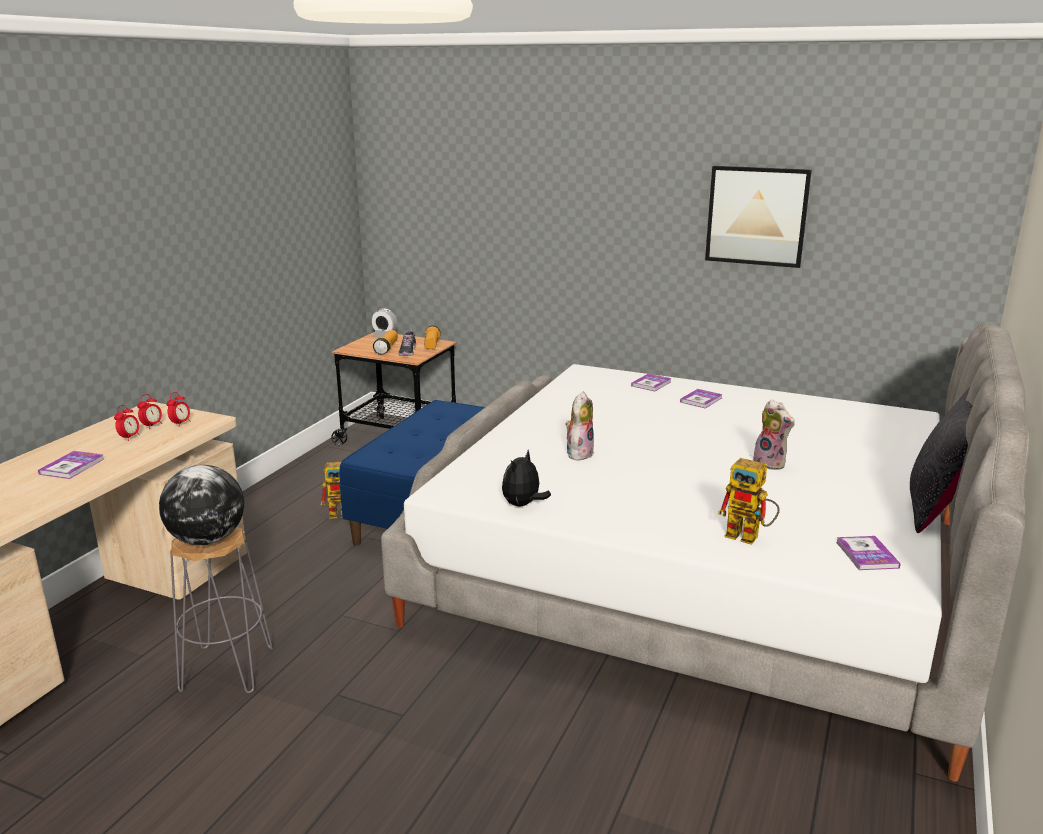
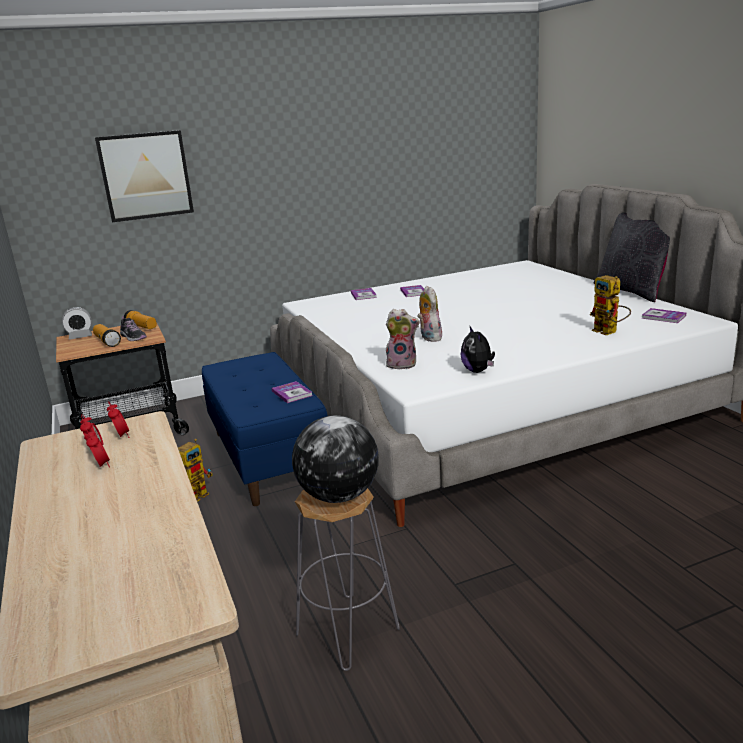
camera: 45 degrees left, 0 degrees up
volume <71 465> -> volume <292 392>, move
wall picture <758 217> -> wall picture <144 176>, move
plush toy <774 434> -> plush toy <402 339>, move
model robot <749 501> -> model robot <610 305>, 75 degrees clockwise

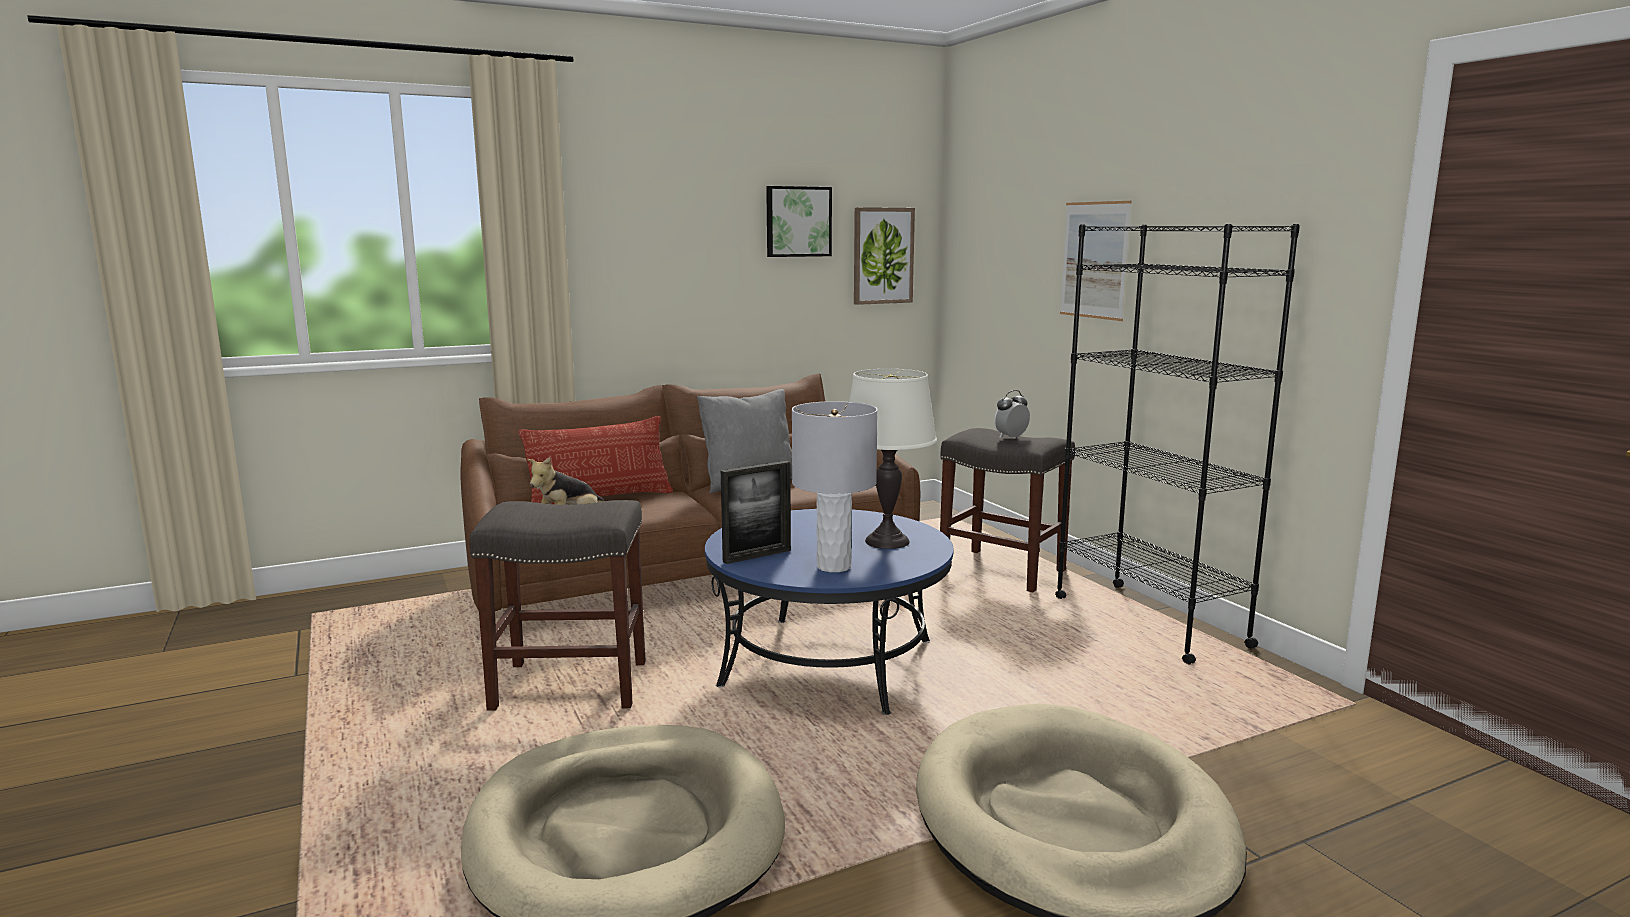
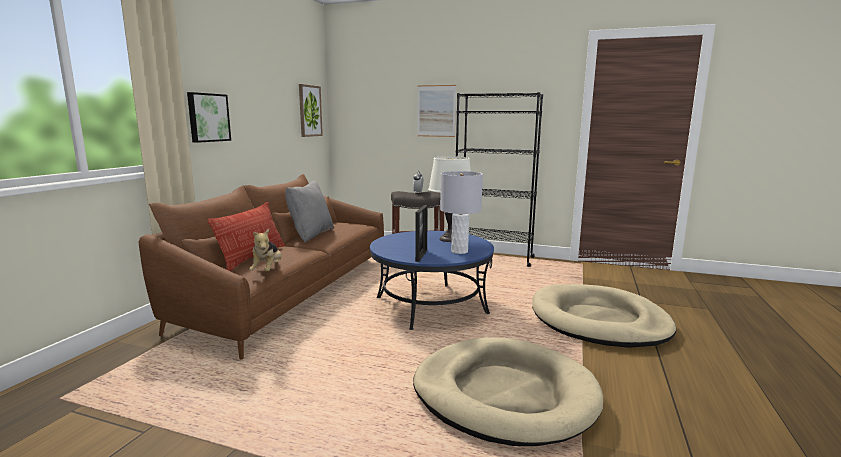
camera: 45 degrees left, 0 degrees up
stool/gray <557 605> -> none
wall picture <799 221> -> wall picture <209 117>, move

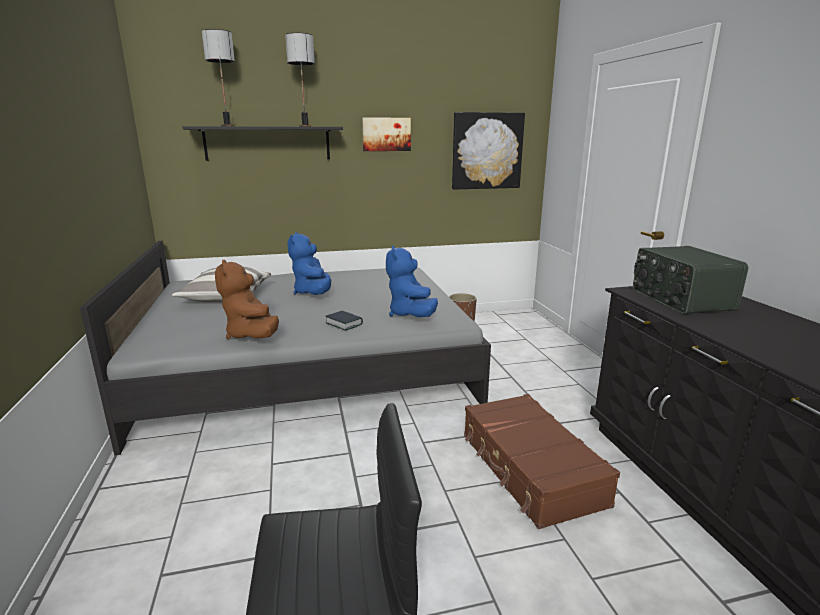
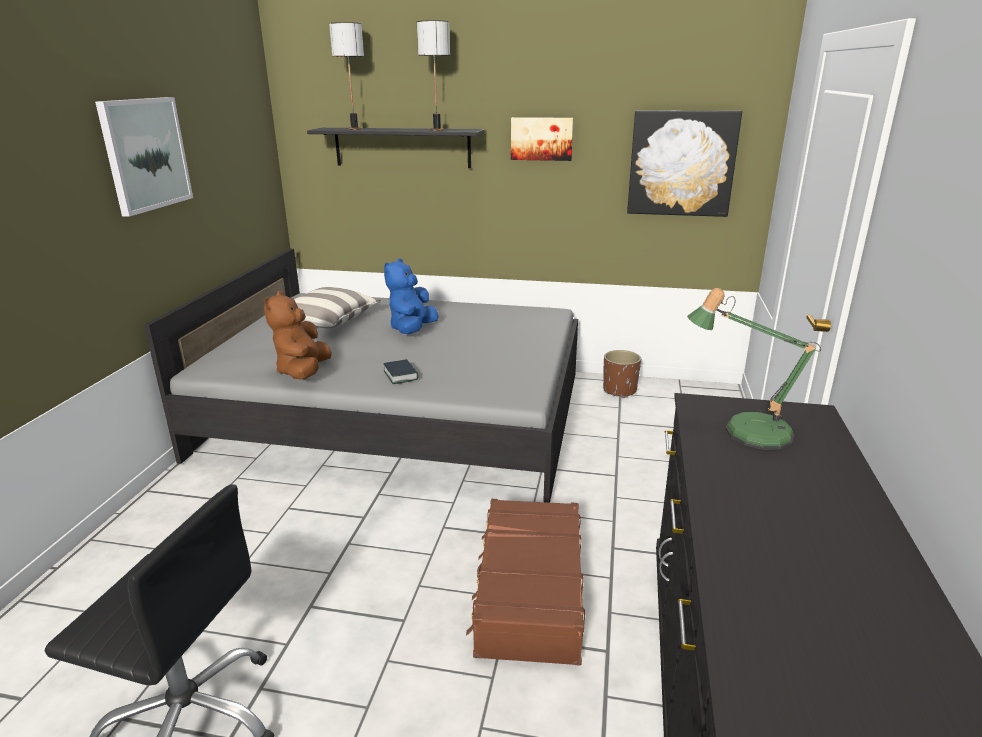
camera: 25 degrees right, 5 degrees up
plush toy/blue-coloured <412 281> -> none
none -> wall picture <144 157>
radio <690 280> -> table lamp <754 369>

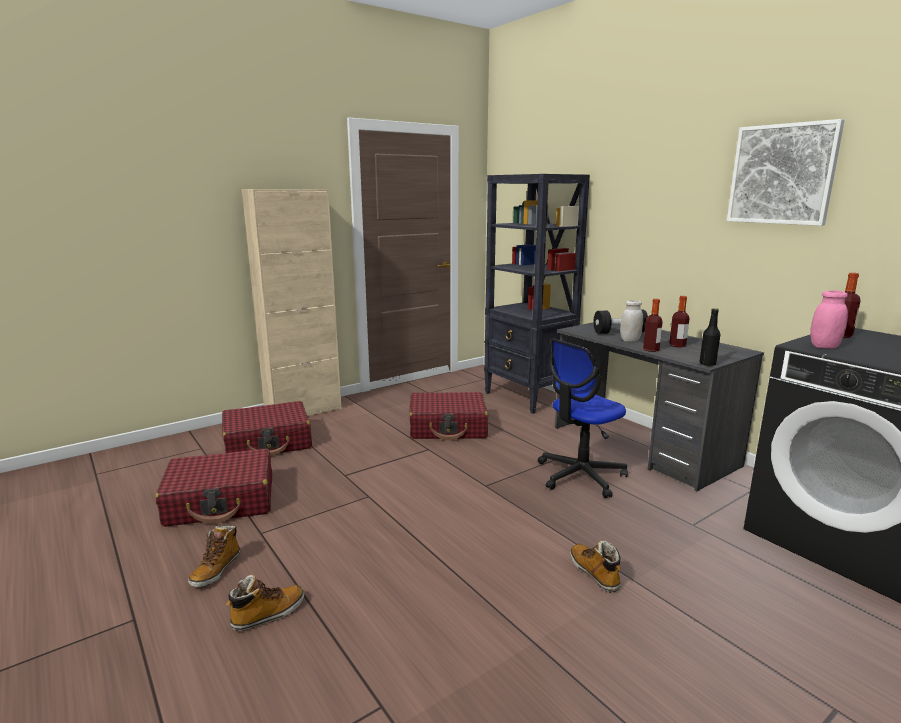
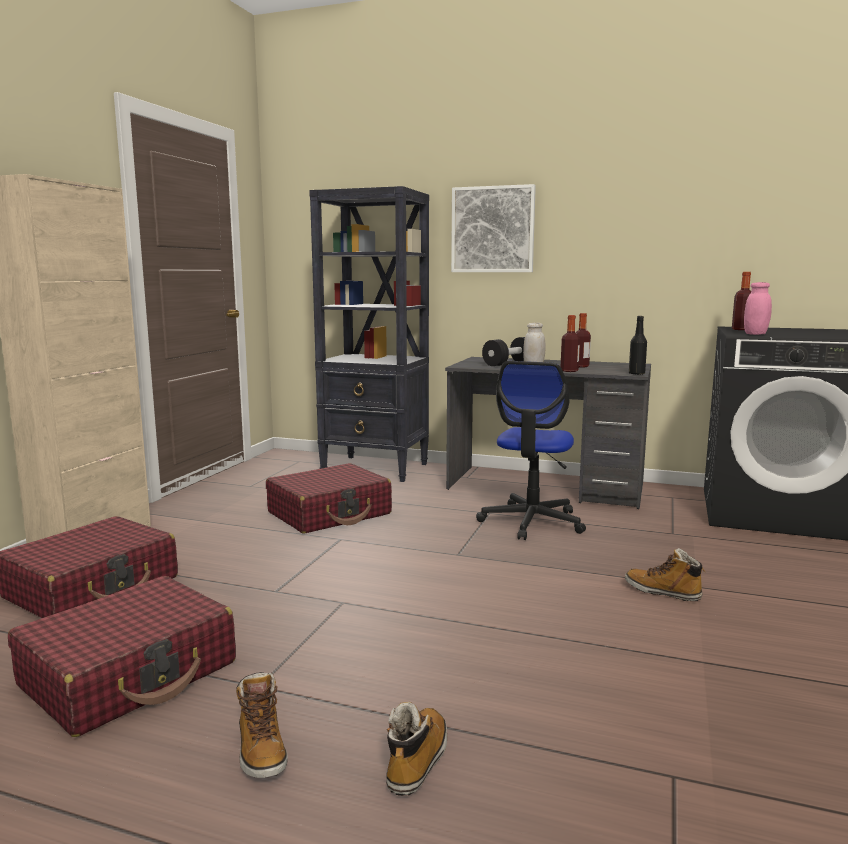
camera: 35 degrees left, 5 degrees down
wall picture <786 172> -> wall picture <493 228>, move

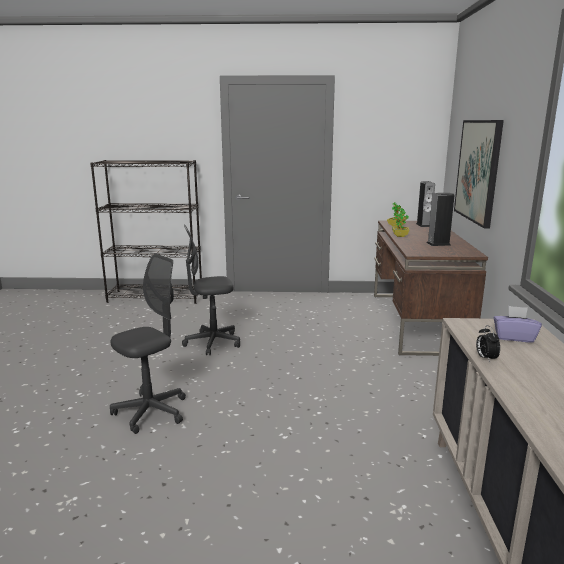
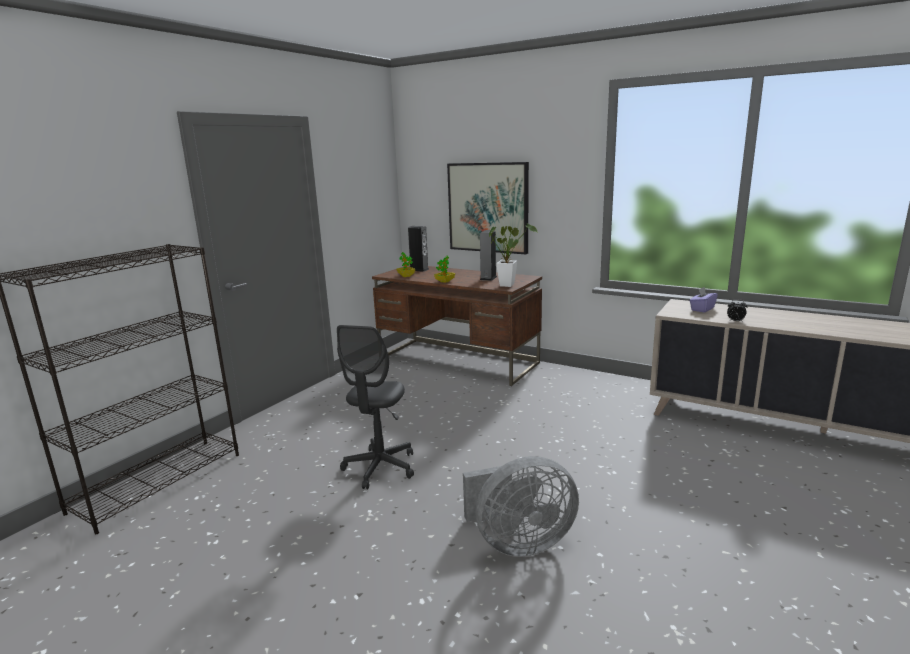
camera: 60 degrees left, 0 degrees up
none -> plant in a pot <513 255>
office chair/gray <148 344> -> electric fan/gray <521 506>

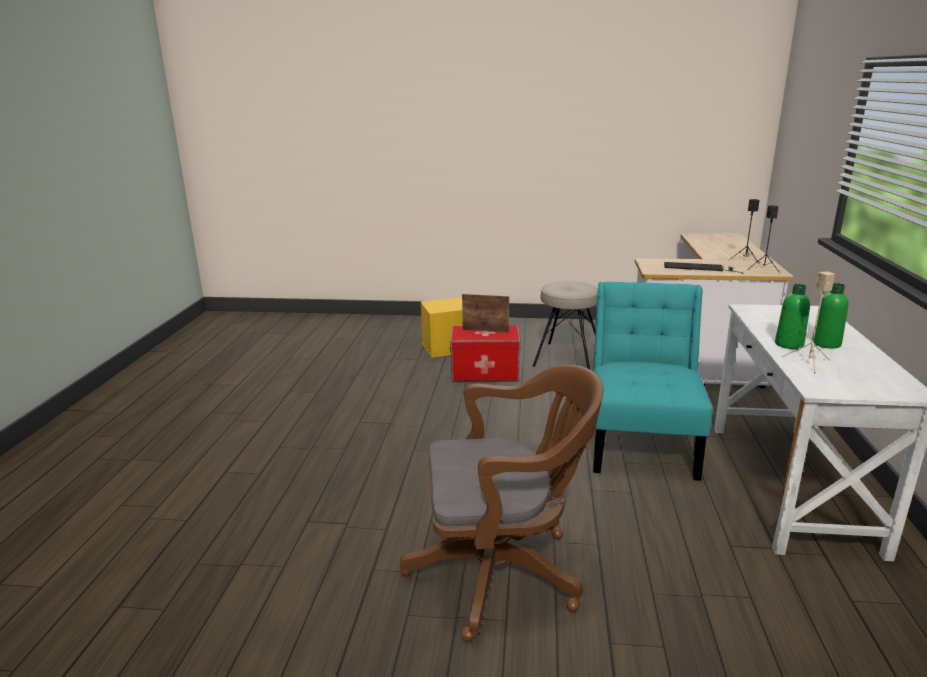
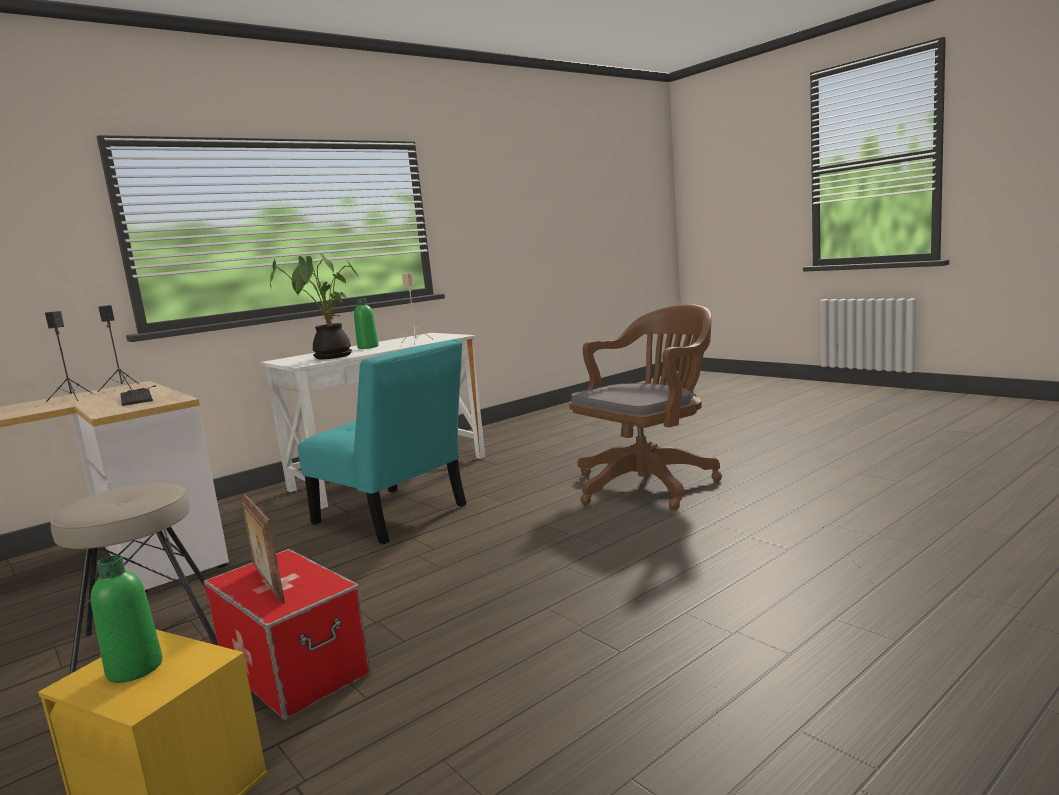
camera: 135 degrees left, 10 degrees down
none -> plant in a pot <314 306>
bottle/green <792 316> -> bottle/green <126 619>, move
office chair/brown-coloured <501 503> -> office chair/brown-coloured <645 407>, 105 degrees clockwise
plain chair/turquoise-coloured <653 381> -> plain chair/turquoise-coloured <382 441>, 105 degrees counterclockwise

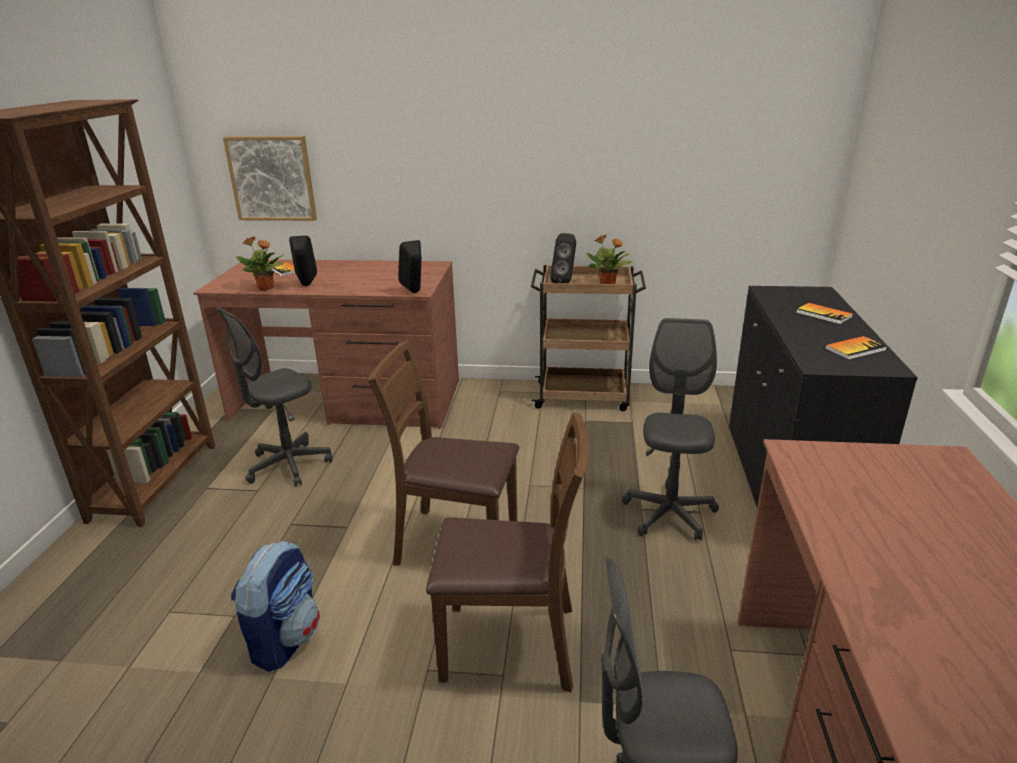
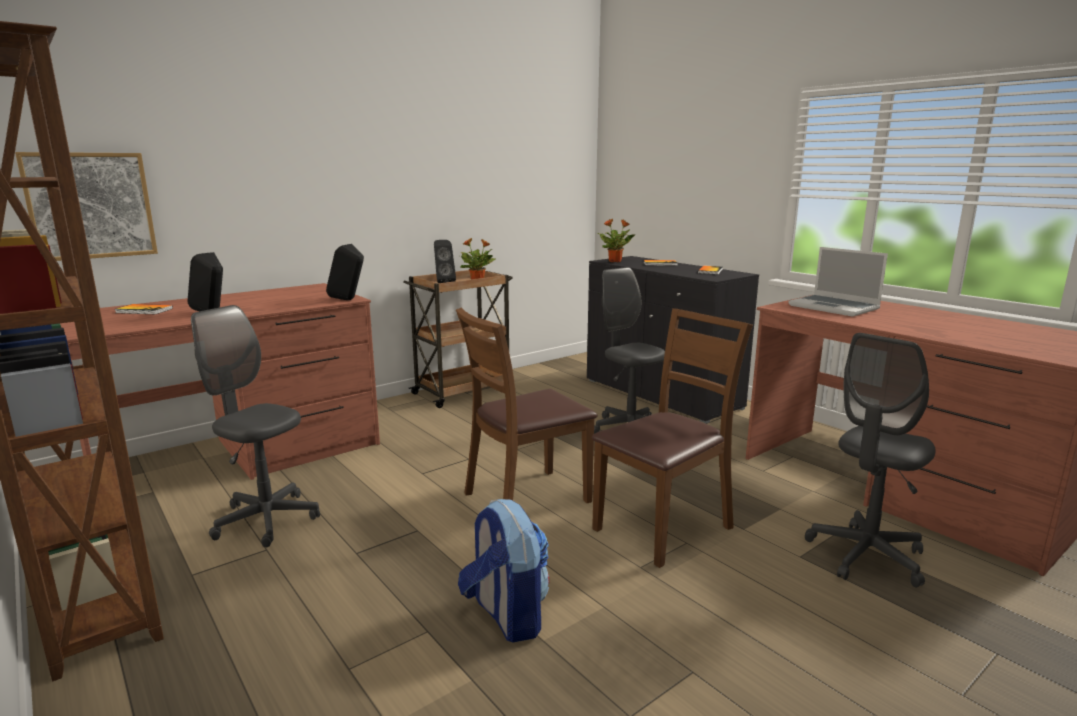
camera: 45 degrees left, 10 degrees down
none -> portable computer <838 282>
plant in a pot <260 263> -> plant in a pot <616 240>, move
office chair/gray <274 397> -> office chair/gray <255 426>, 120 degrees clockwise

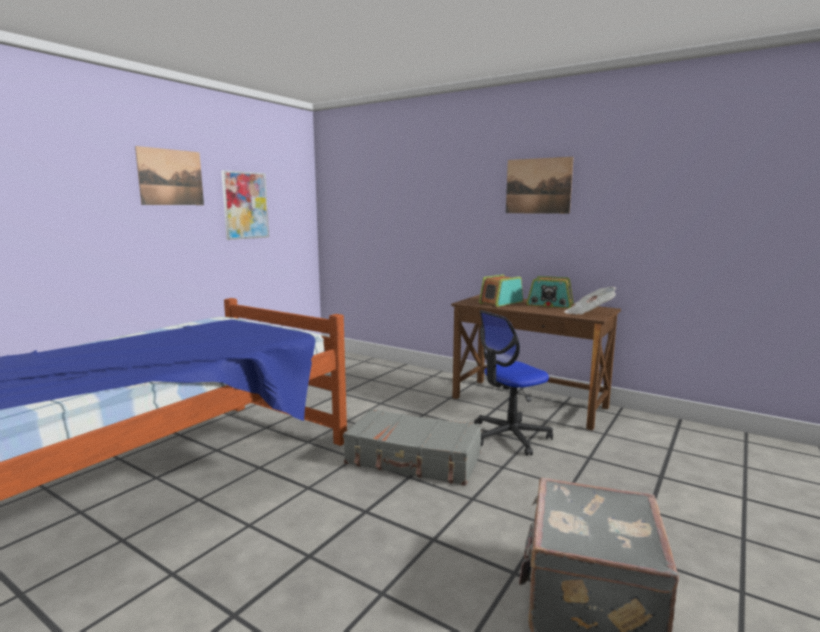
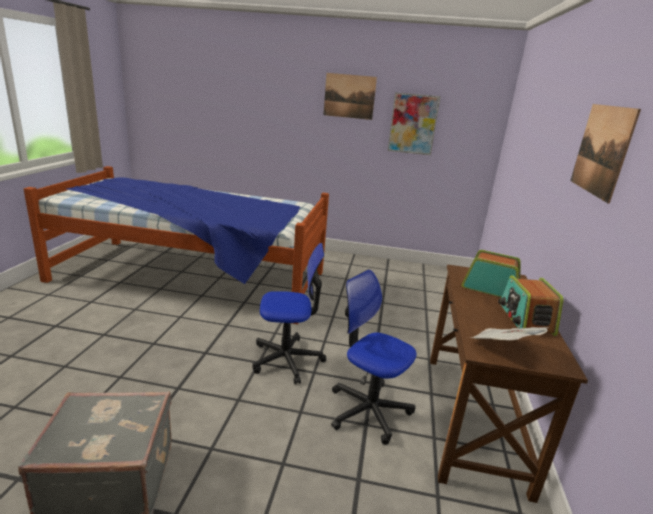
camera: 65 degrees right, 10 degrees up
piece of luggage/gray <412 447> -> office chair <289 314>

